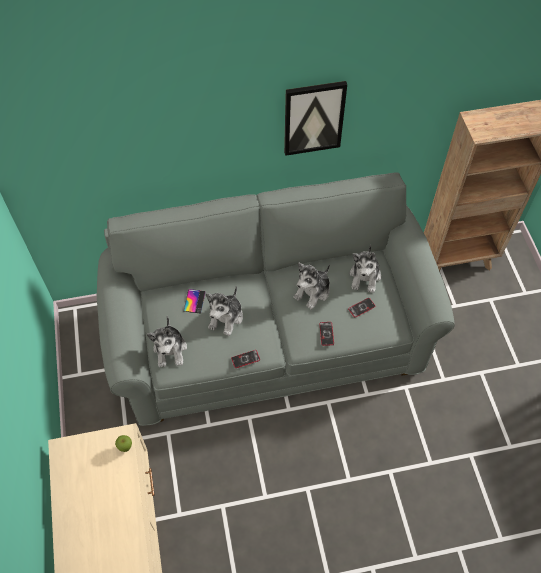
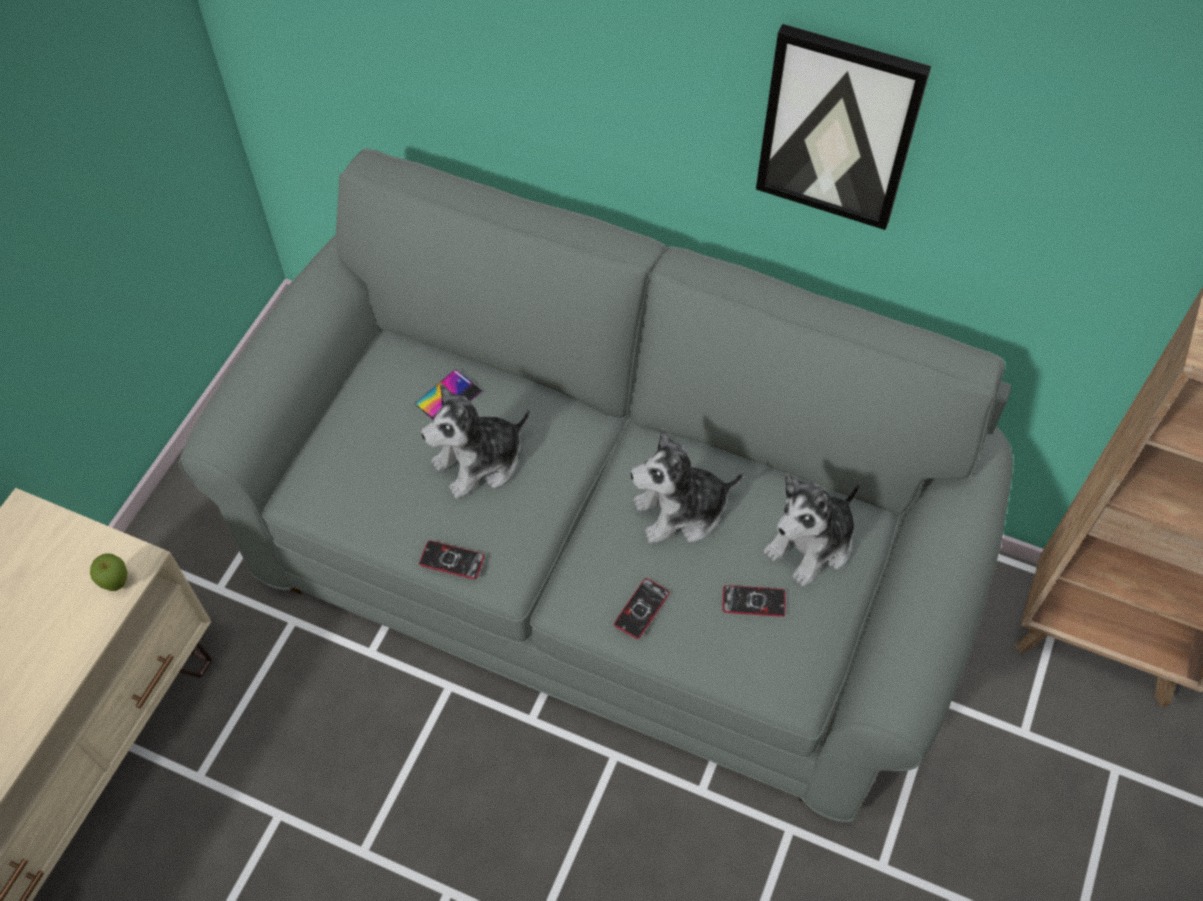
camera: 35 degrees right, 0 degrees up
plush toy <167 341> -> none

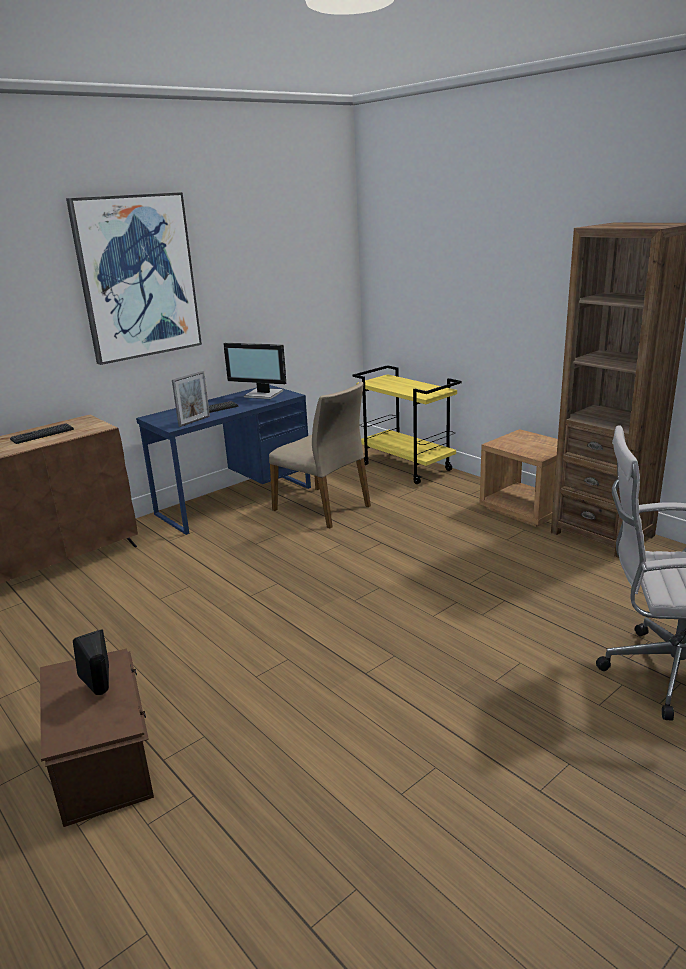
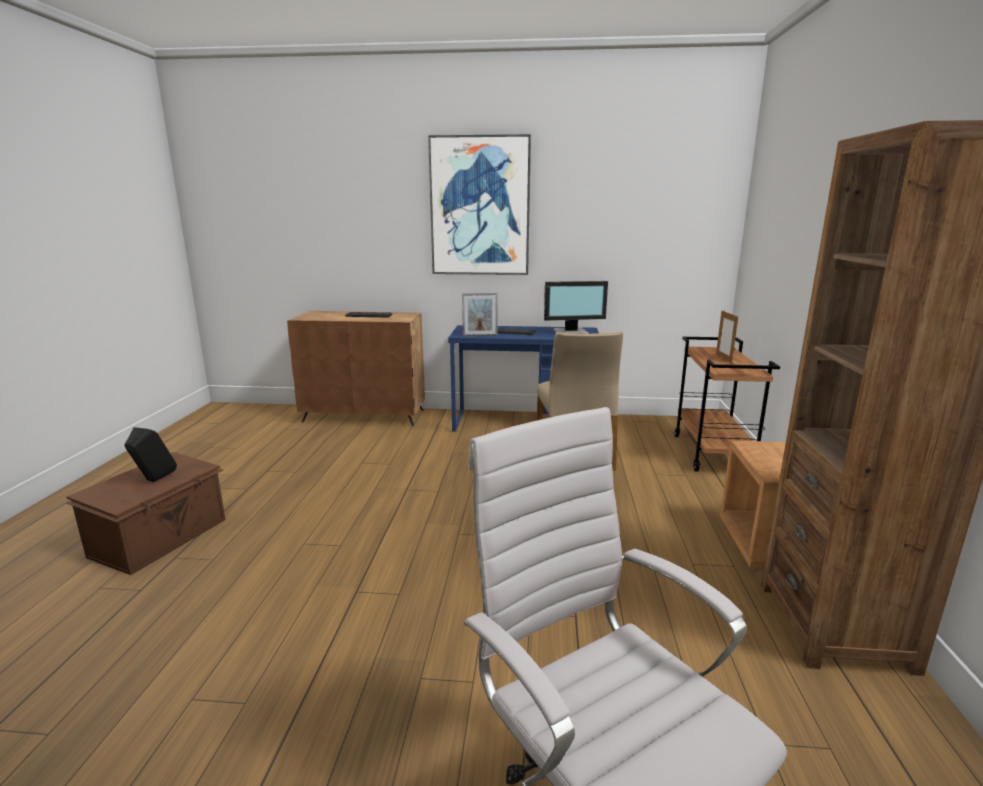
camera: 45 degrees right, 5 degrees down
none -> standing frame <727 337>
wheeled cart/yellowish <407 424> -> wheeled cart/brown-coloured <727 404>
computer screen <254 371> -> computer screen <576 307>, 75 degrees counterclockwise

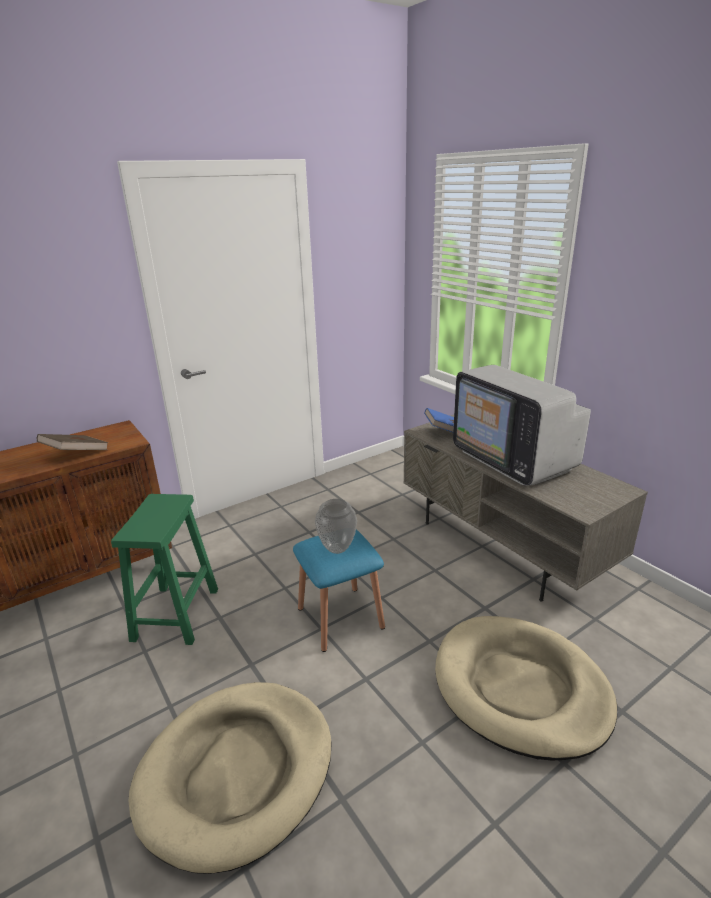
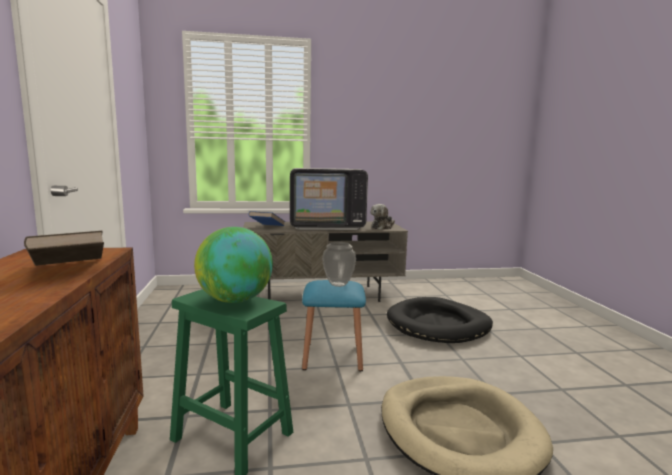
camera: 65 degrees left, 15 degrees down
none -> world globe <233 265>
none -> plush toy <383 217>
dog cushion/beige-coloured <526 688> -> dog cushion/black-coloured <440 320>

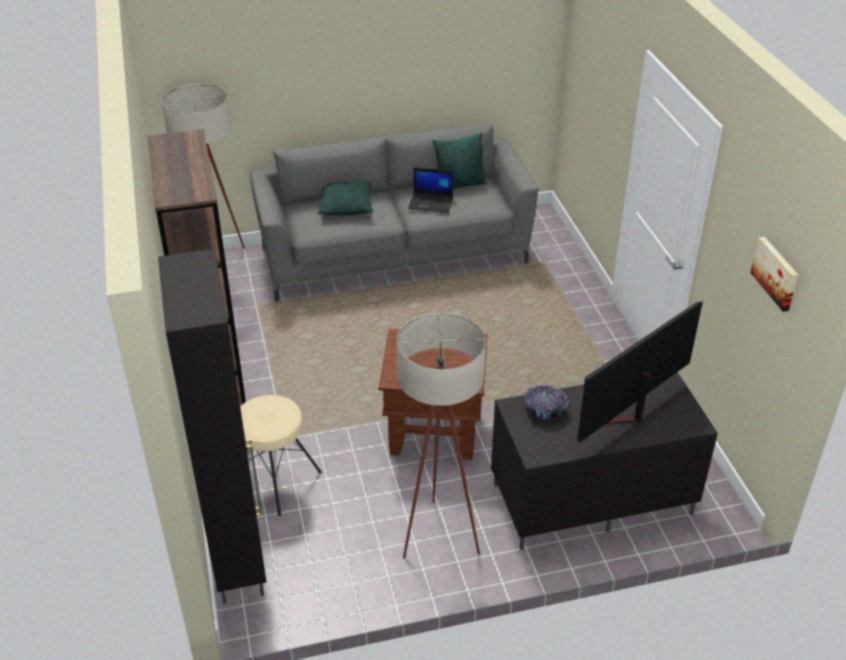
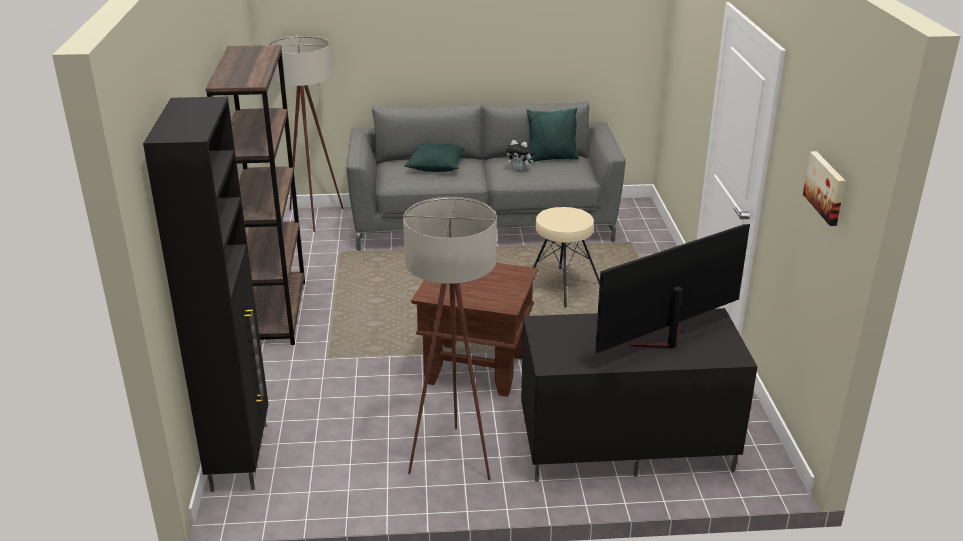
camera: 10 degrees right, 10 degrees down
bowl <546 402> -> none
stool/beige-coloured <281 455> -> stool/beige-coloured <566 257>, move
portable computer <431 190> -> plush toy <520 155>

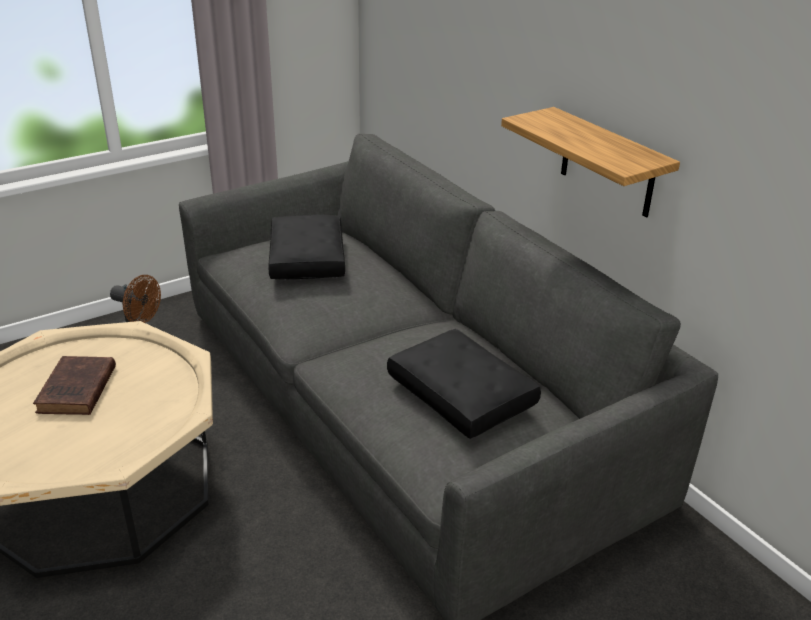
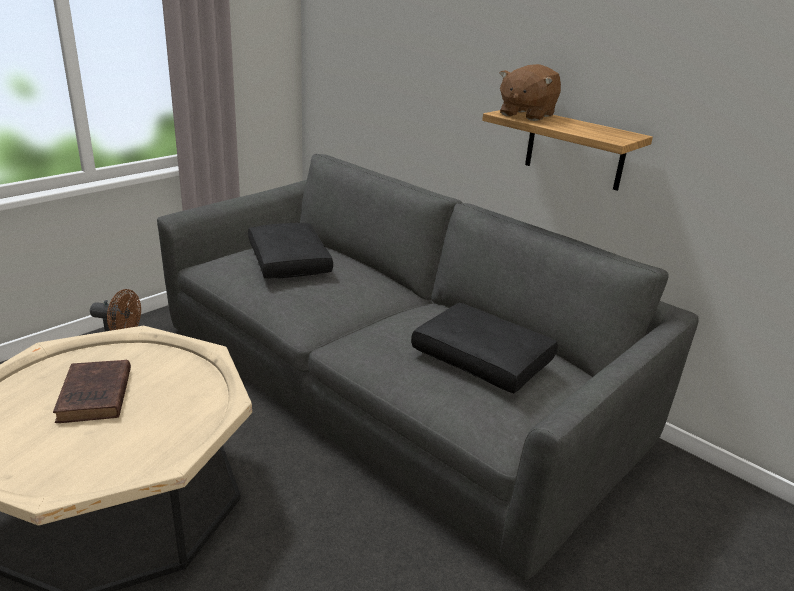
camera: 15 degrees left, 5 degrees down
none -> plush toy/brown-coloured <530 92>

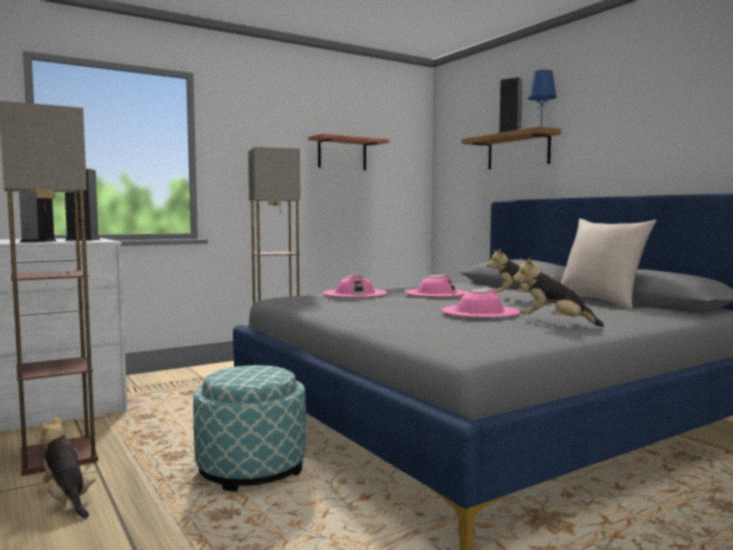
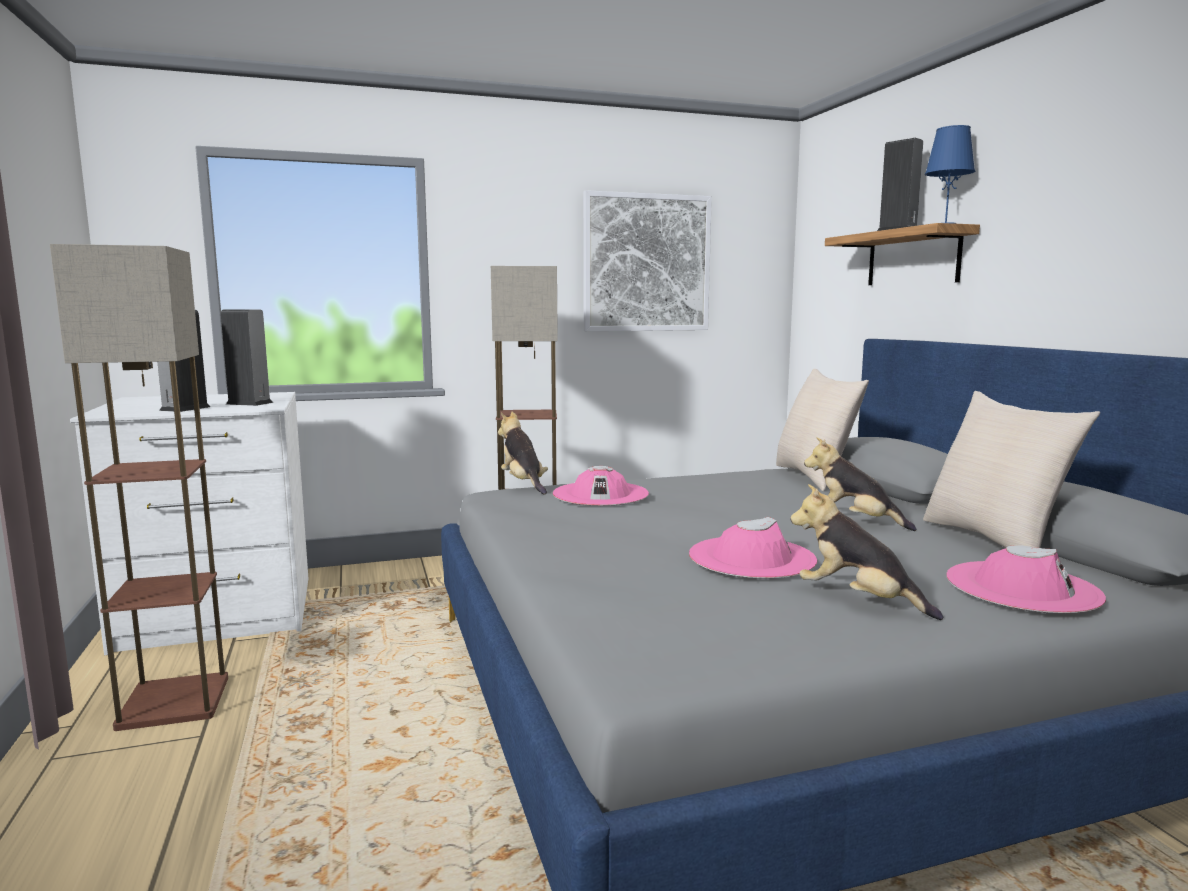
camera: 15 degrees right, 5 degrees up
ottoman <249 428> -> none
none -> pillow/beige-coloured <822 430>
plush toy <67 468> -> plush toy <523 453>, move
clothing hat/pinkish <436 286> -> clothing hat/pinkish <1026 579>, move
wall shelf <348 152> -> wall picture <647 260>

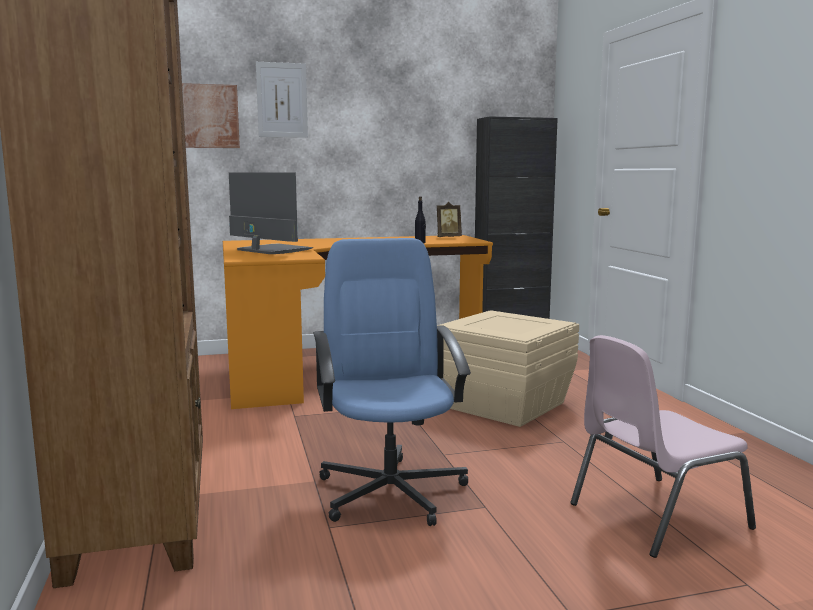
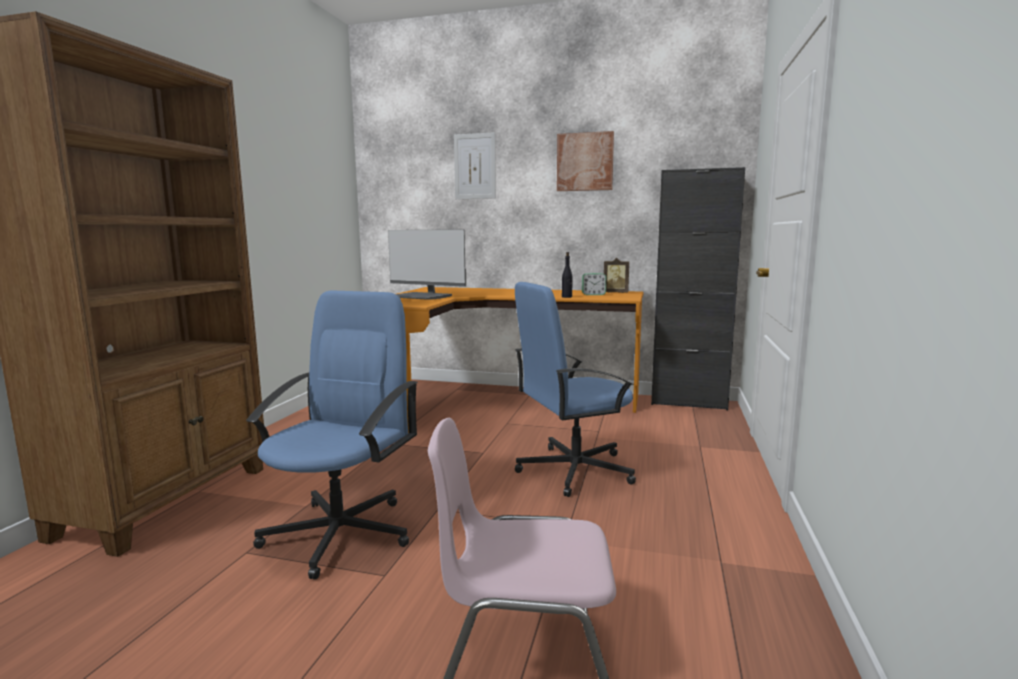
camera: 30 degrees right, 0 degrees up
none -> bedside clock <594 284>
wall picture <211 115> -> wall picture <585 161>, move
storage container/beige-coloured <508 368> -> office chair/blue-coloured <575 389>
computer screen <271 213> -> computer screen <427 264>, 135 degrees clockwise

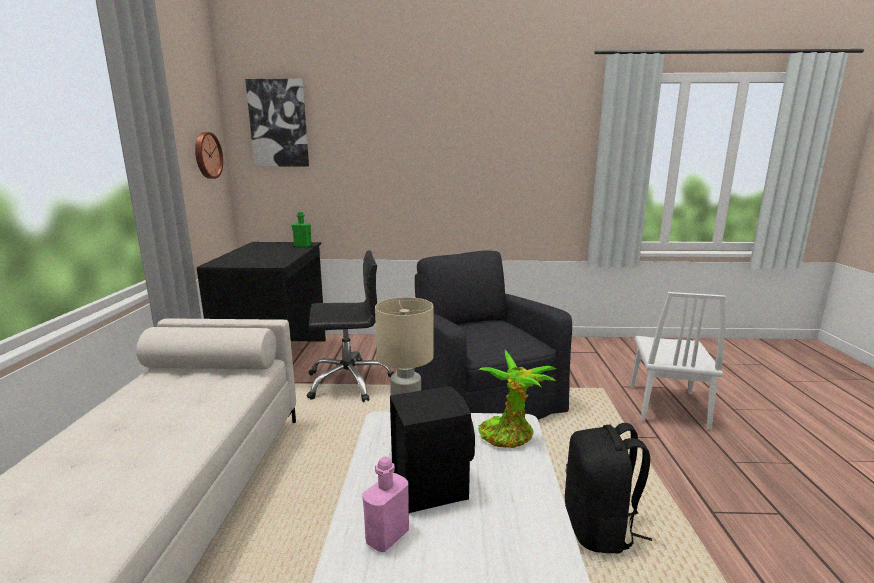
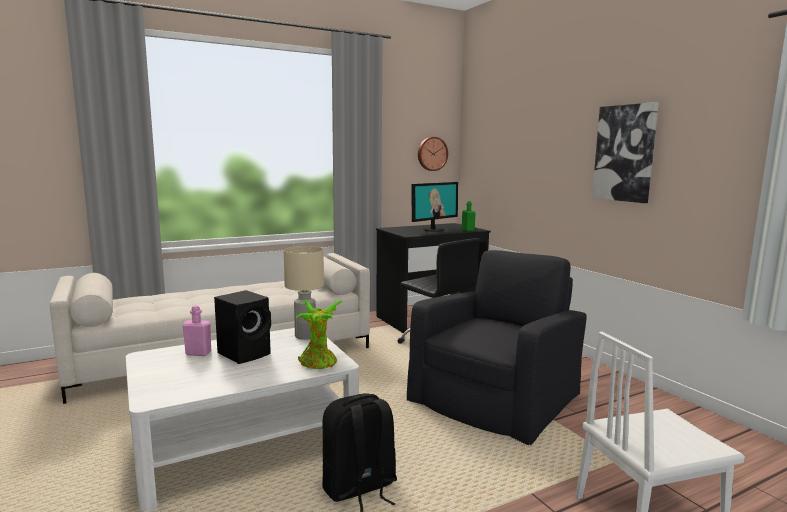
camera: 60 degrees right, 5 degrees down
none -> computer screen <435 207>
wall picture <277 122> -> wall picture <625 152>, move

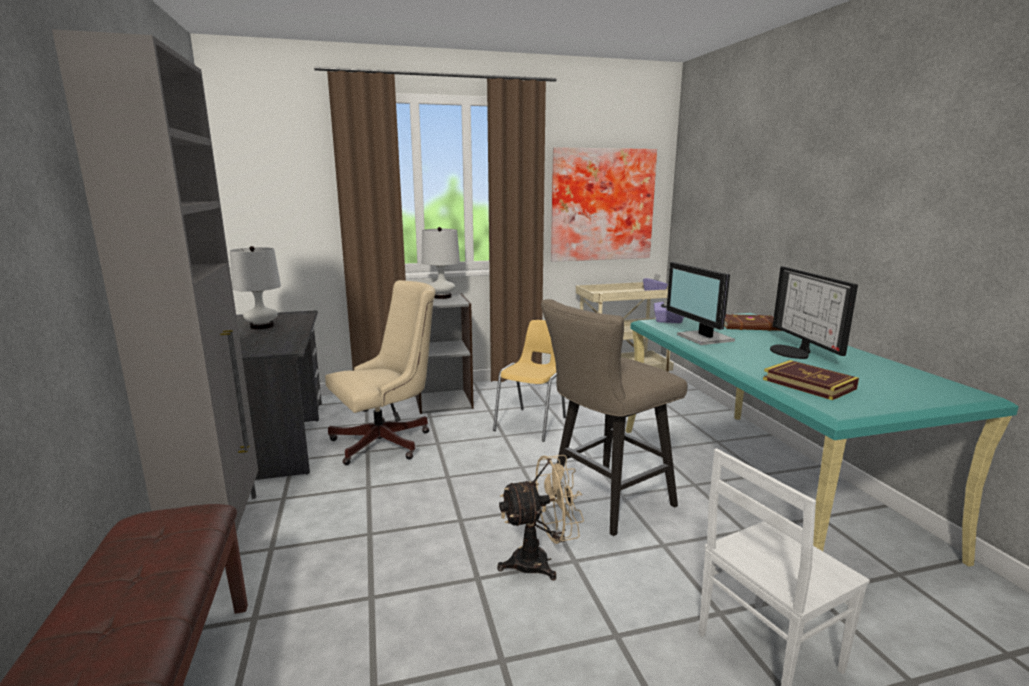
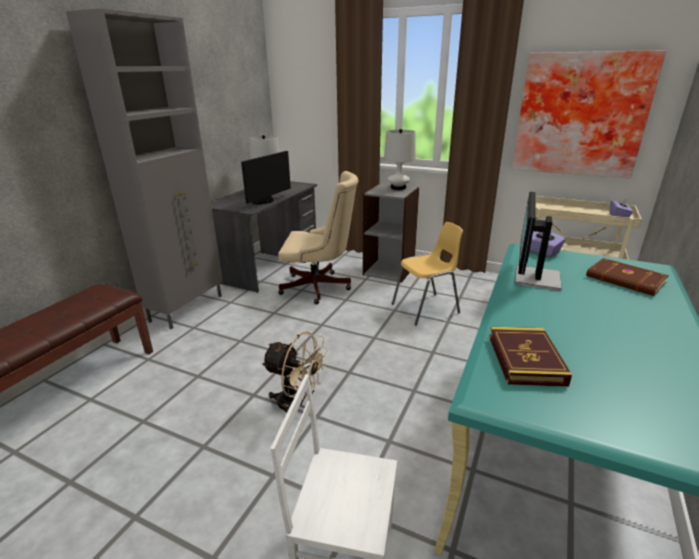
camera: 40 degrees right, 10 degrees up
stool/beige-coloured <614 417> -> none
computer screen <814 313> -> computer screen <266 178>, move

